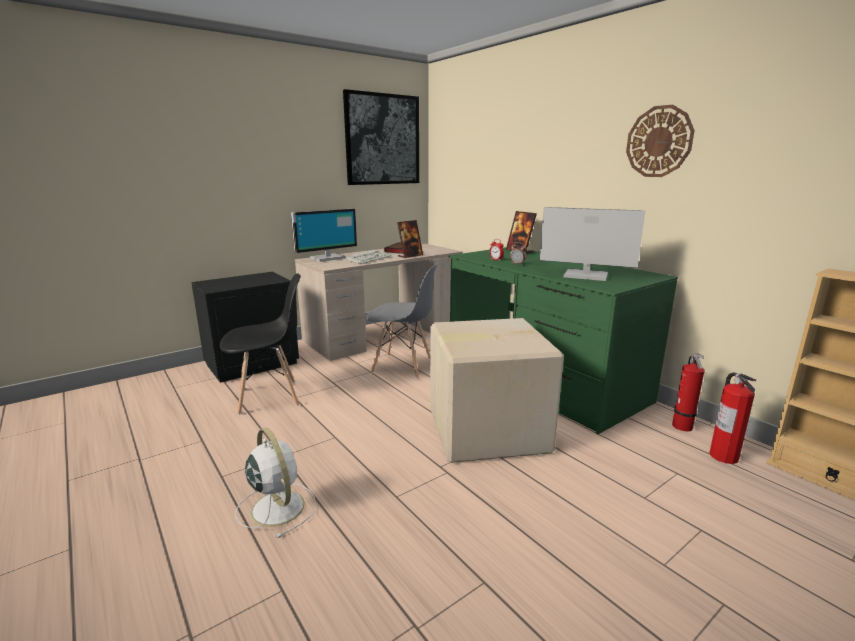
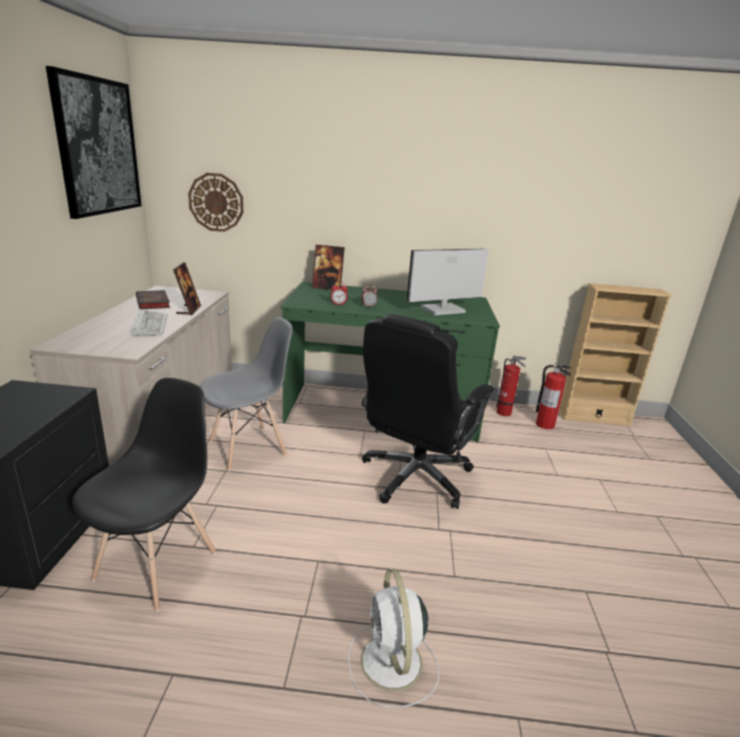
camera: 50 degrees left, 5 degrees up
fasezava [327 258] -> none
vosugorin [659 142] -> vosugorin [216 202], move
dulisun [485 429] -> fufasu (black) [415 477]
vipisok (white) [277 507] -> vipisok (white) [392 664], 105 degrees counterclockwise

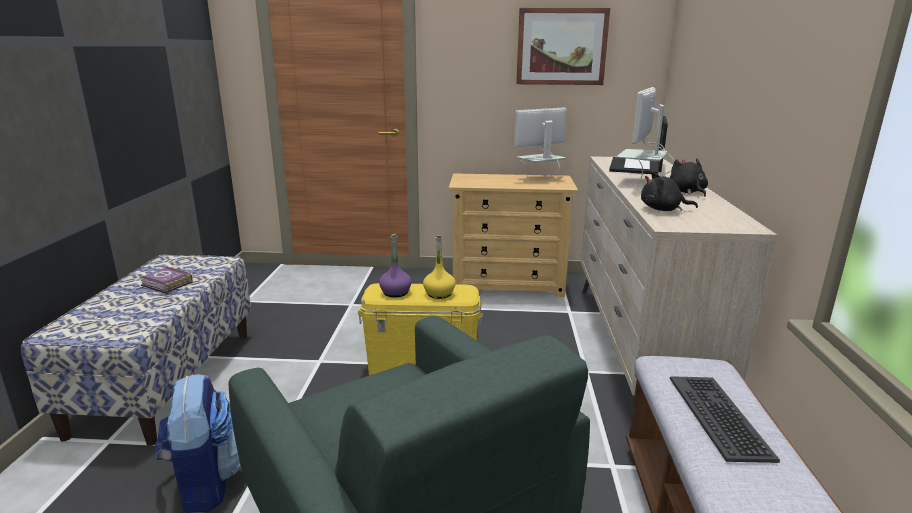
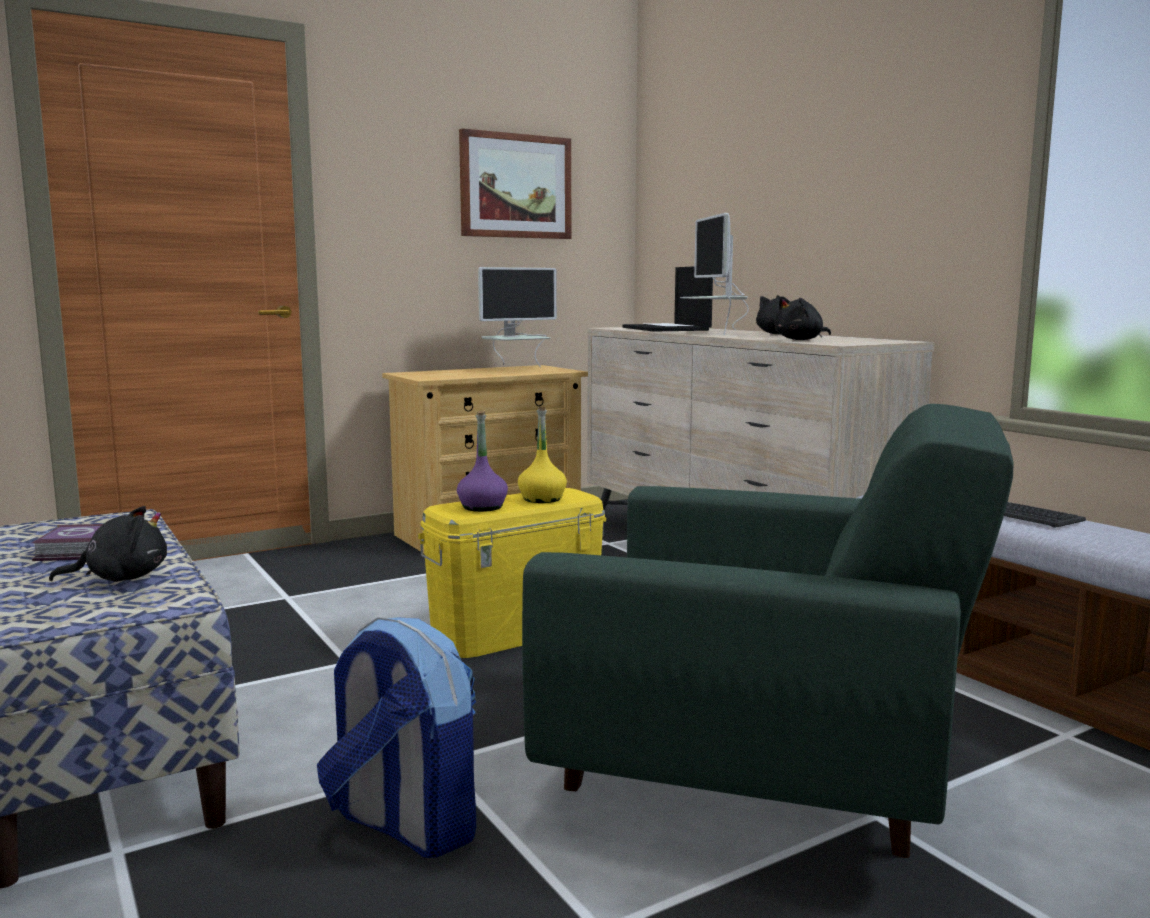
camera: 35 degrees left, 10 degrees down
none -> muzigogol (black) [121 578]
fasezava [540 179] -> fasezava [516 368], 150 degrees counterclockwise

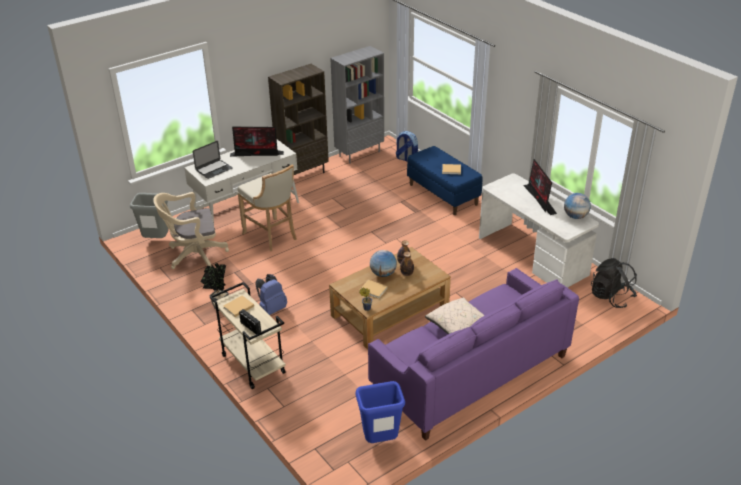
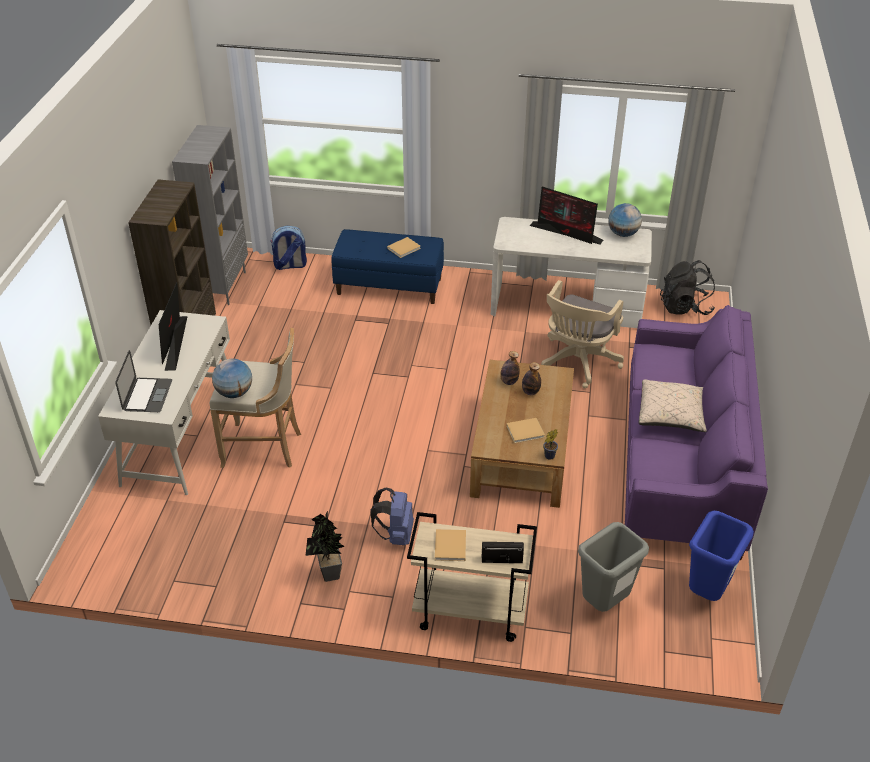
camera: 45 degrees left, 5 degrees up
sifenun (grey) [156 240] -> sifenun (grey) [604 604], move
fufasu (beige) [194 256] -> fufasu (beige) [577 363], move
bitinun [383 274] -> bitinun [234 393], move
fasezava [257 154] -> fasezava [175 343], 135 degrees clockwise

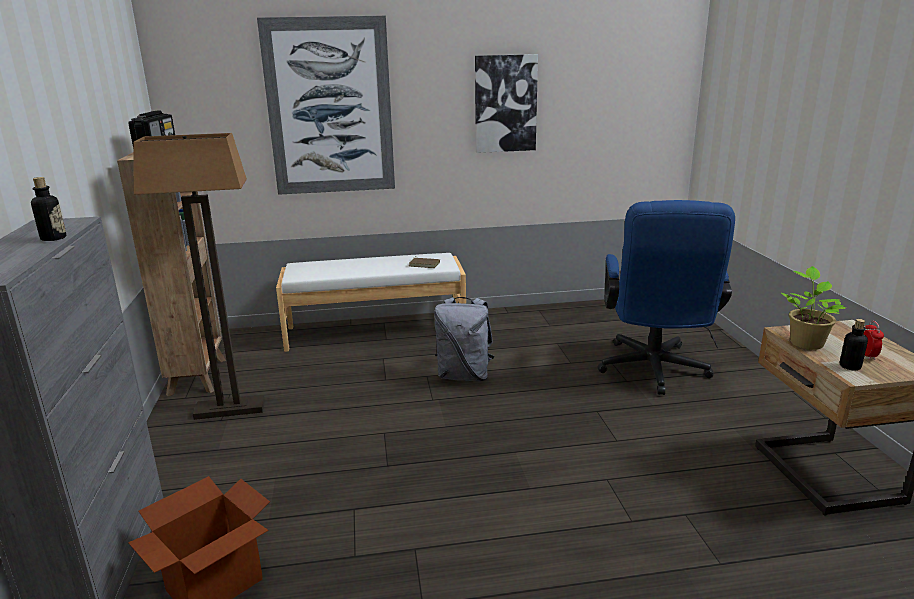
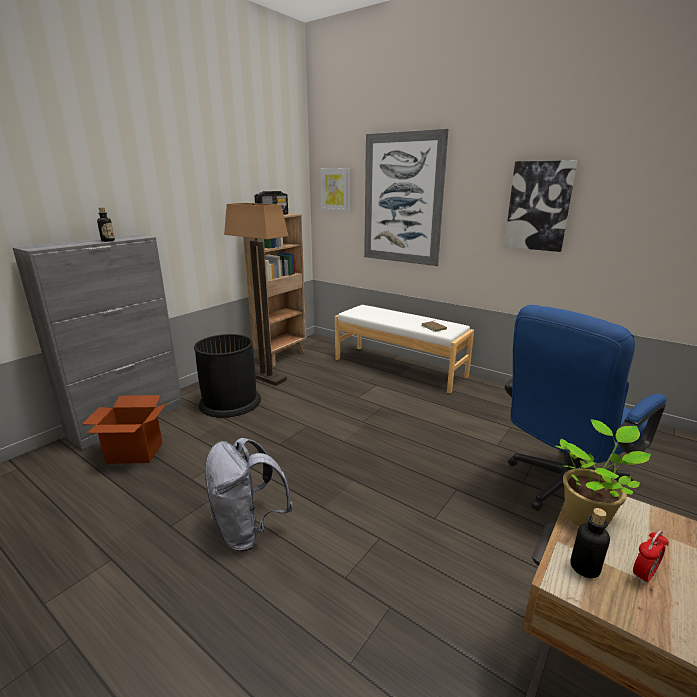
camera: 45 degrees right, 0 degrees up
none -> sifenun (black) [230 402]
none -> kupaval [335 189]
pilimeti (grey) [464 376] -> pilimeti (grey) [248 530], move

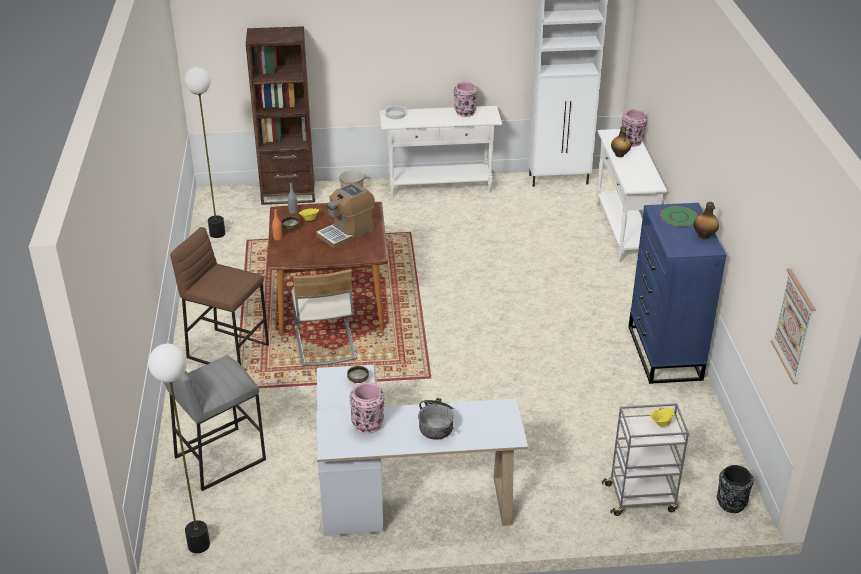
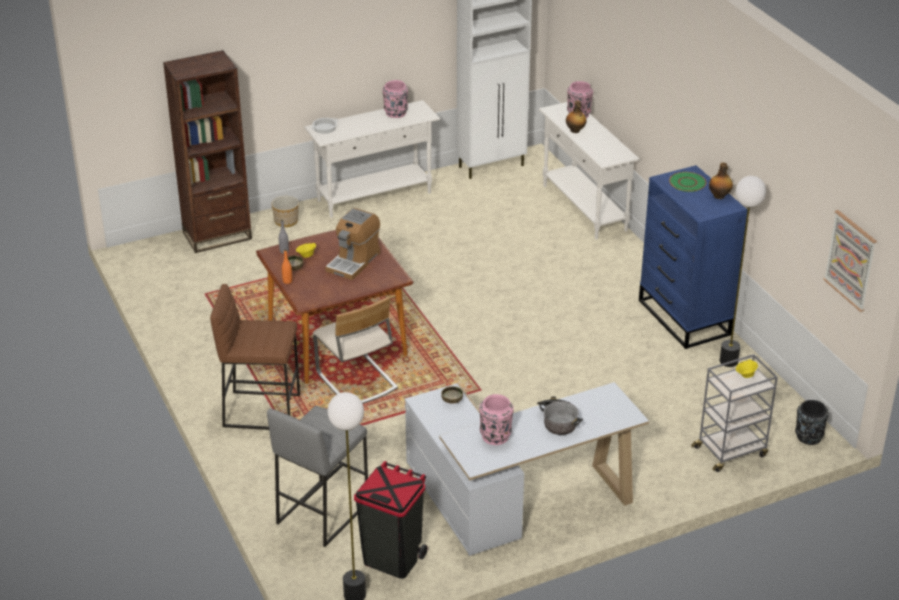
camera: 20 degrees left, 0 degrees up
none -> sifenun (black) [392 558]
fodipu [217 234] -> fodipu [729 361], move

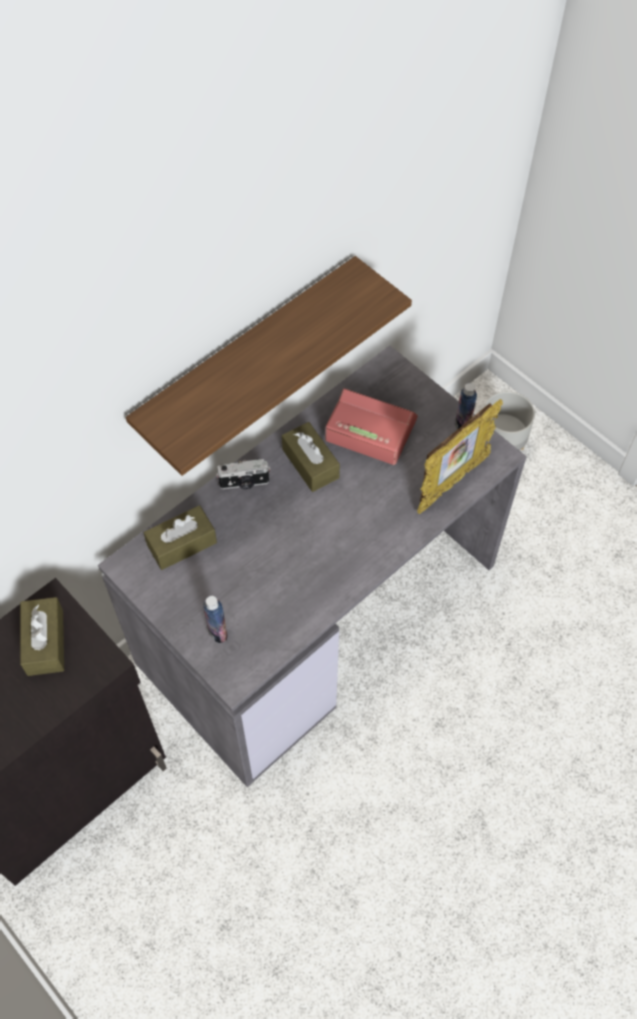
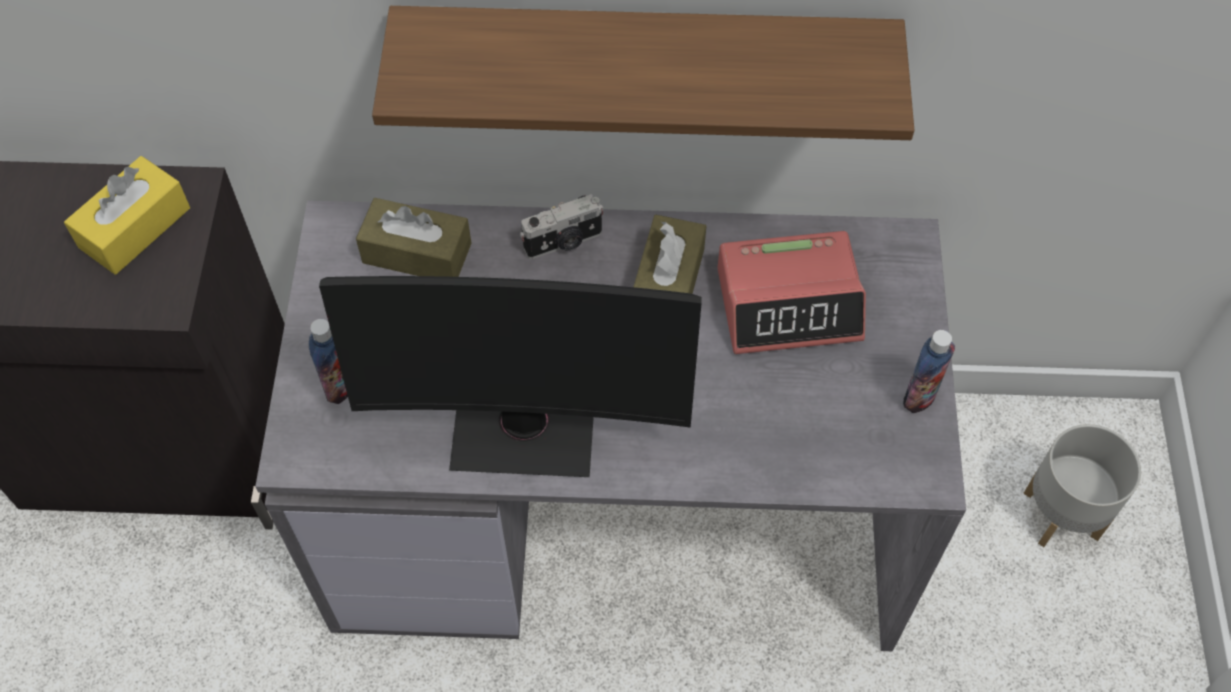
camera: 45 degrees right, 0 degrees up
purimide [452 483] -> none
none -> fasezava [525 426]
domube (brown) [45 642] -> domube (yellow) [135 228]
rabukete [244 483] -> rabukete [564 242], 60 degrees counterclockwise
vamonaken [370 430] -> vamonaken [789 303], 105 degrees clockwise

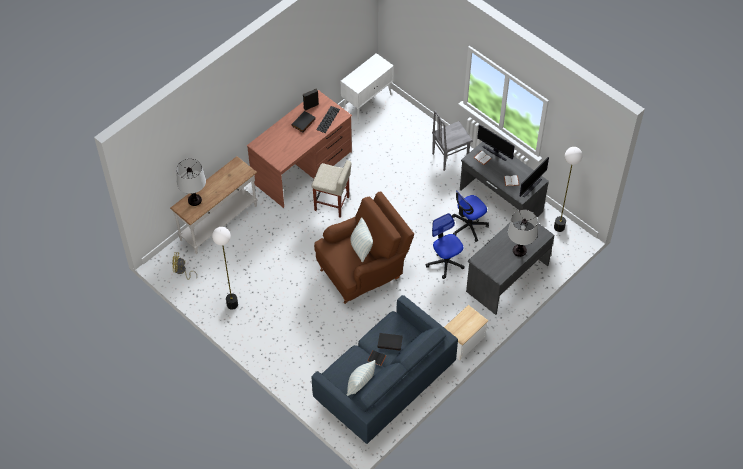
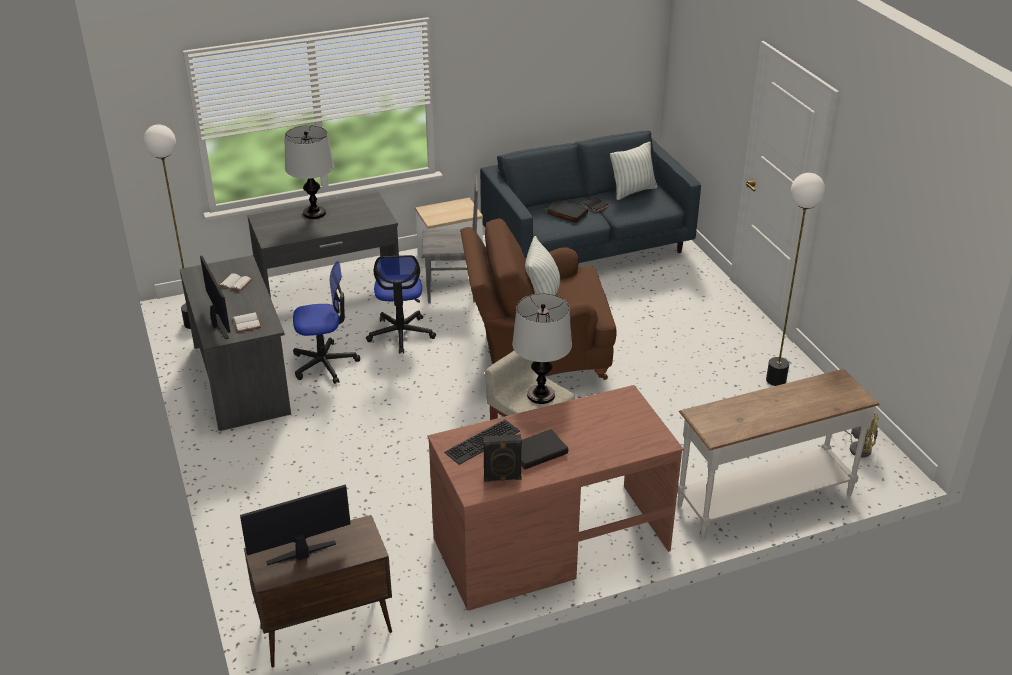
camera: 155 degrees left, 20 degrees down
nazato [195 200] -> nazato [540 395], move
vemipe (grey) [449 157] -> vemipe (grey) [452 292], move
fasezava [531 187] -> fasezava [302 554], move
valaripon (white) [367 102] -> valaripon (brown) [325 630]

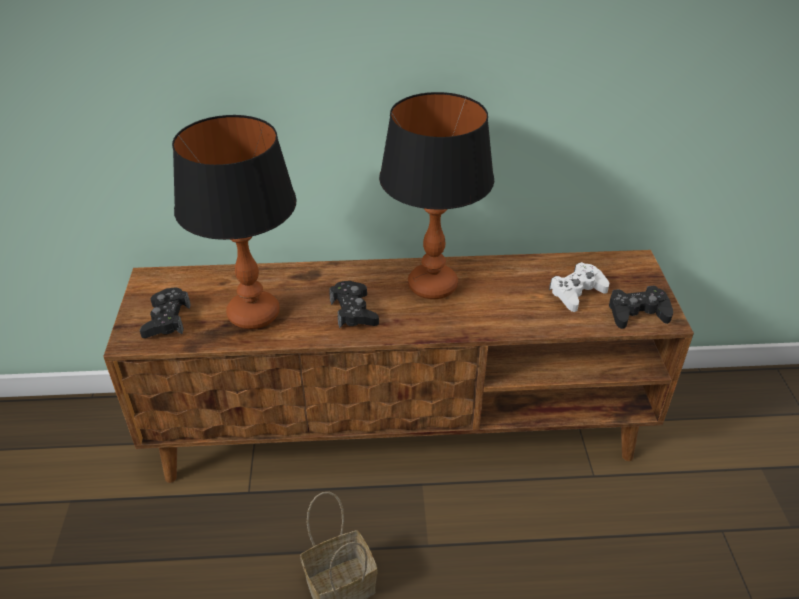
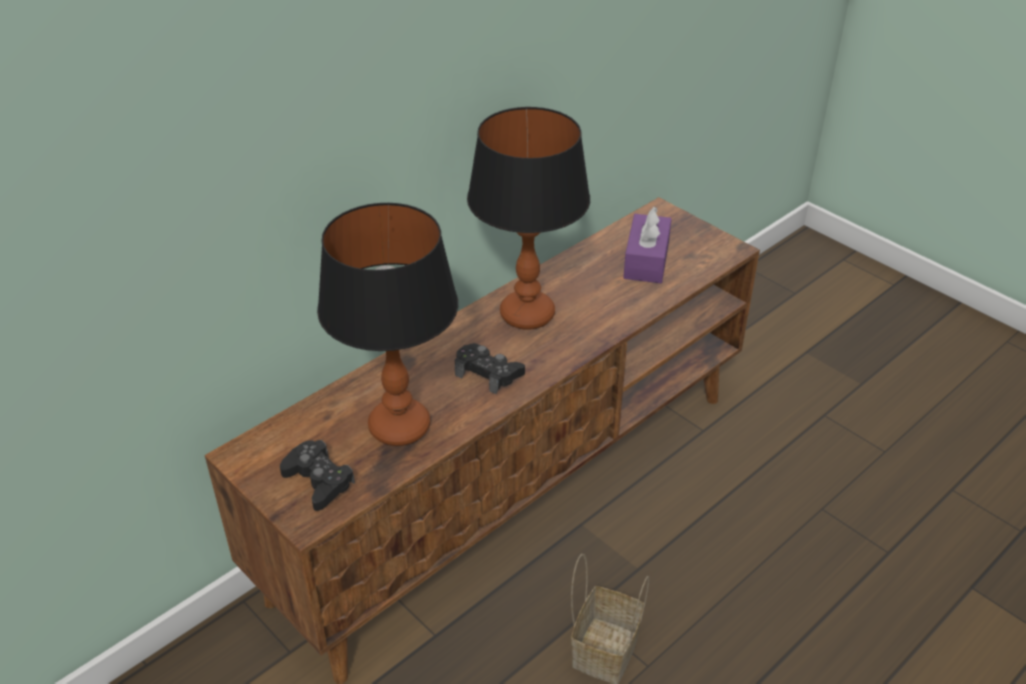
camera: 40 degrees left, 0 degrees up
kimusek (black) [637 313] -> none
kimusek (white) [577 292] -> domube (purple) [646 260]

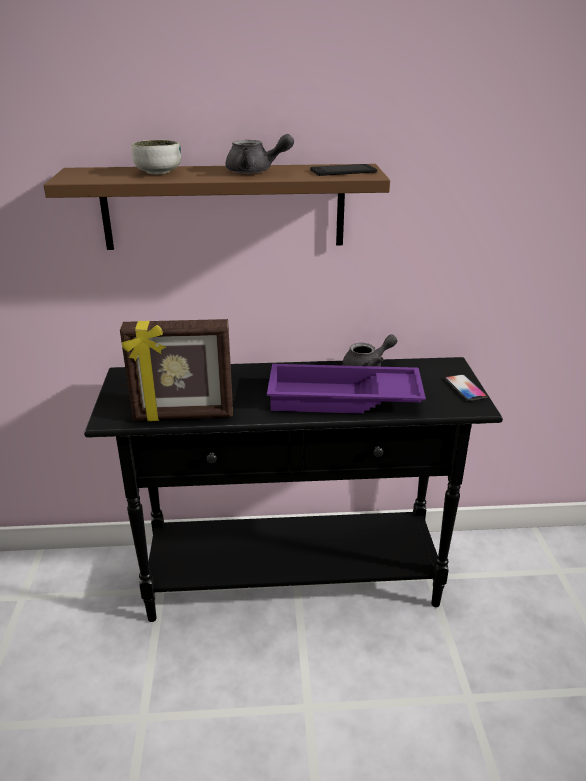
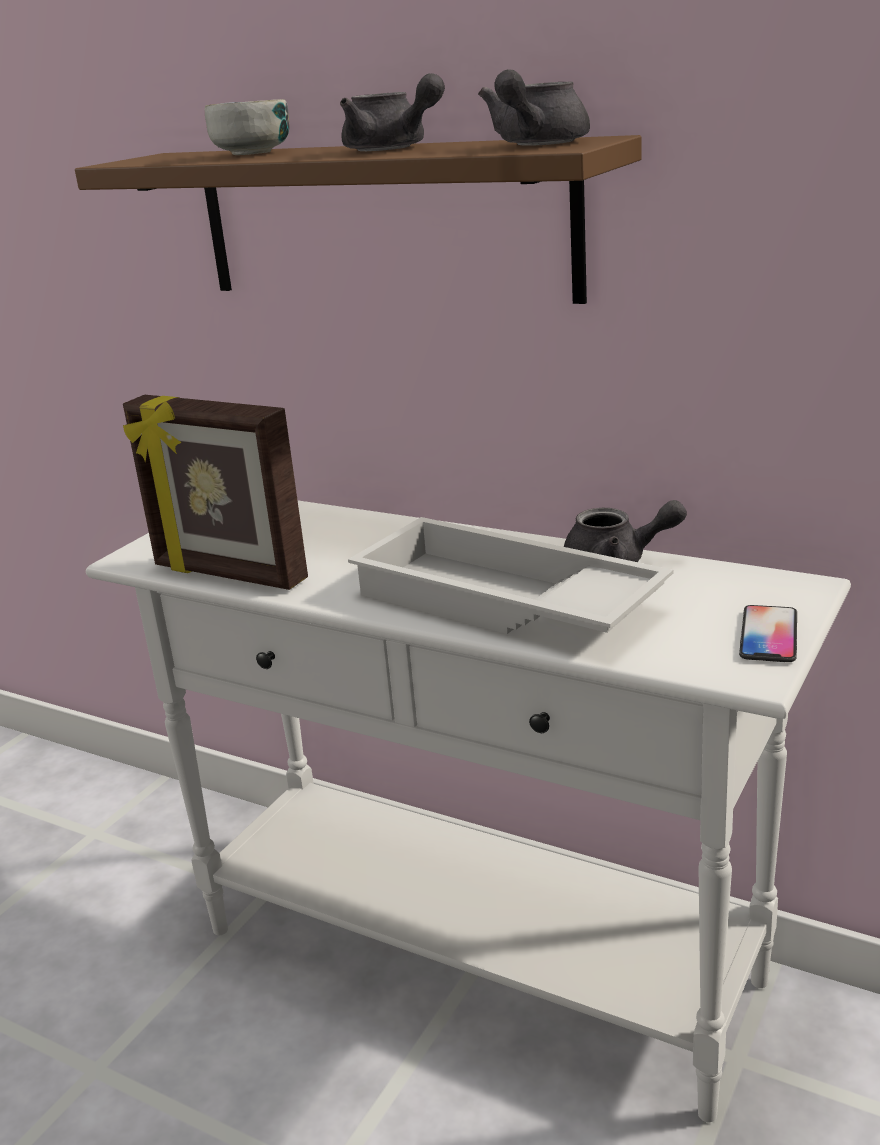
camera: 35 degrees right, 5 degrees down
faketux [343 171] -> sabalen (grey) [536 144]
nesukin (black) [294 579] -> nesukin (white) [476 958]
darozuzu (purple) [342 399] -> darozuzu (white) [501 603]

